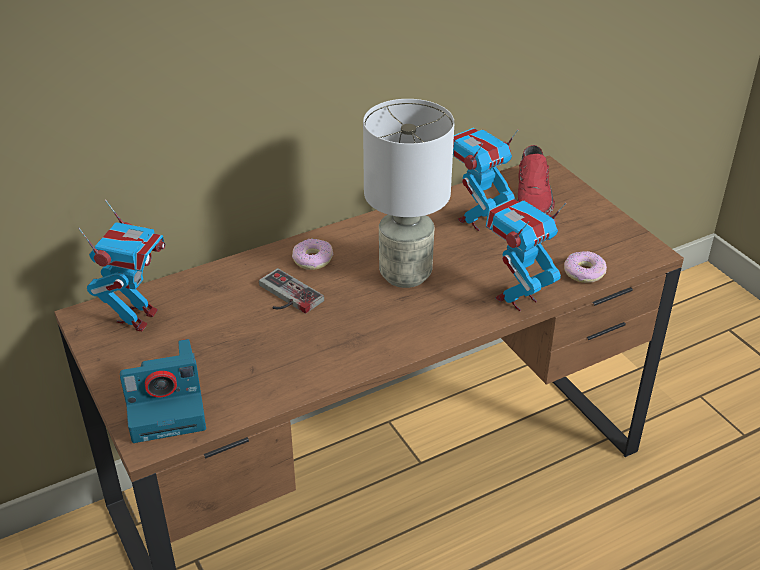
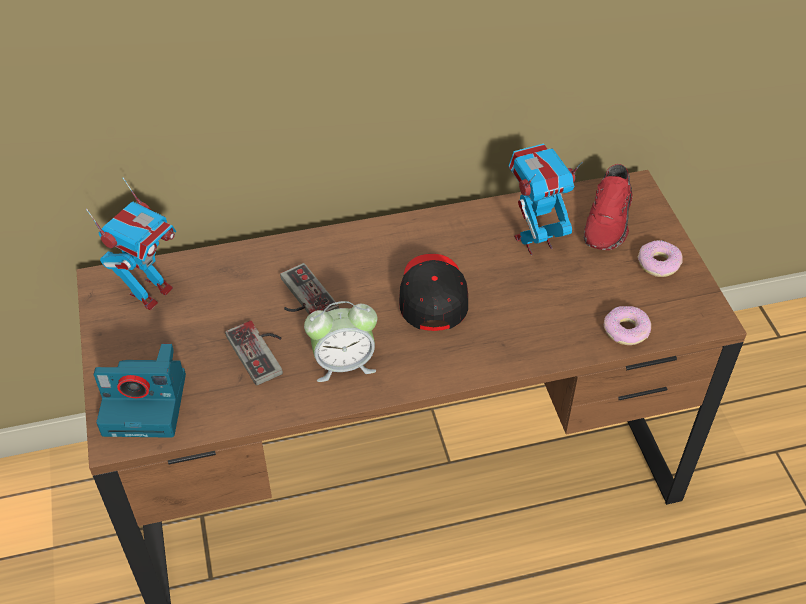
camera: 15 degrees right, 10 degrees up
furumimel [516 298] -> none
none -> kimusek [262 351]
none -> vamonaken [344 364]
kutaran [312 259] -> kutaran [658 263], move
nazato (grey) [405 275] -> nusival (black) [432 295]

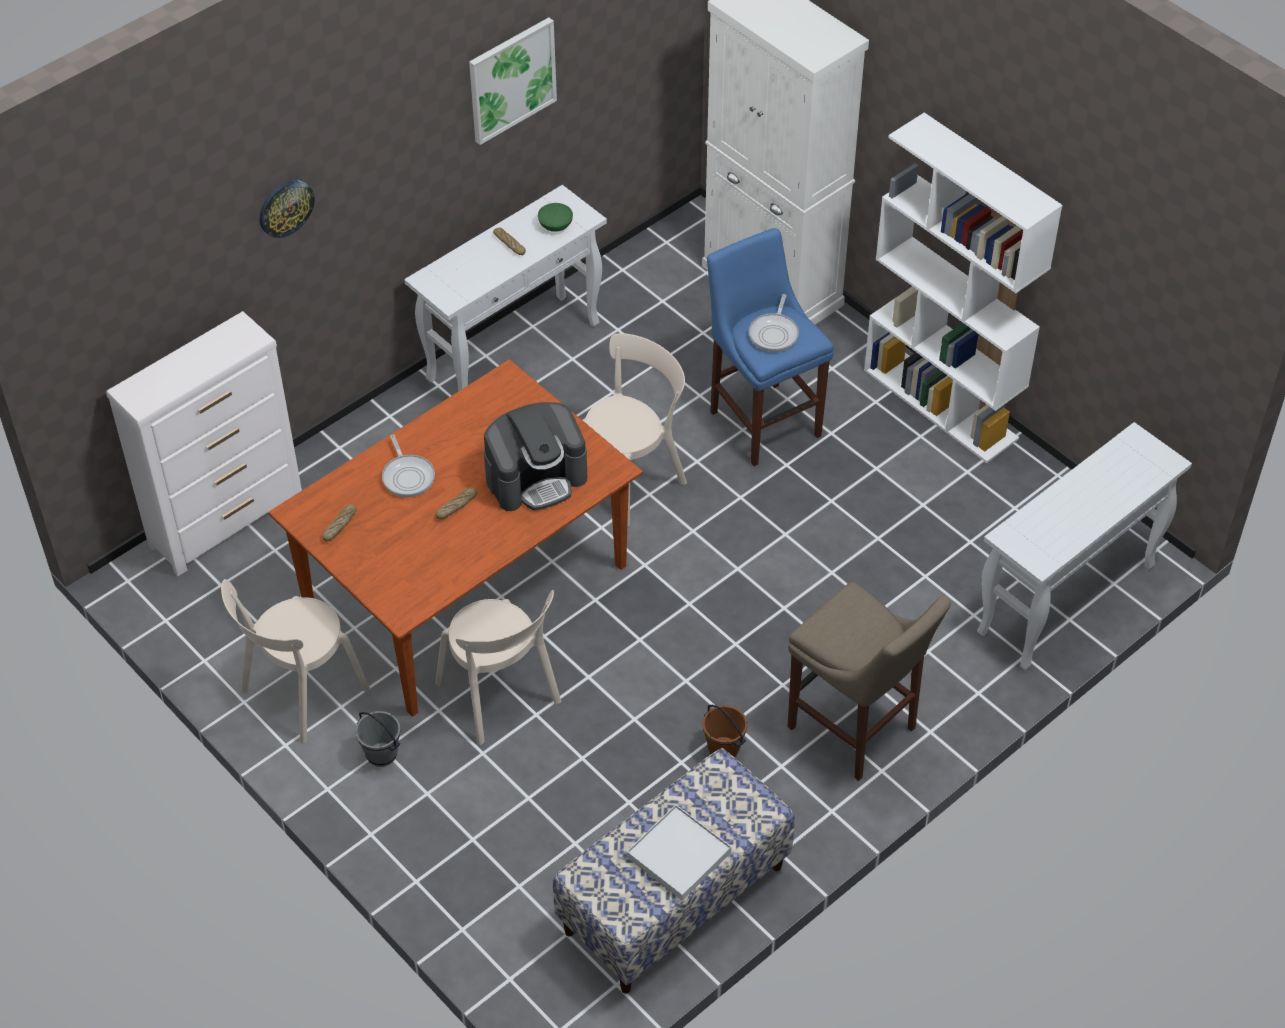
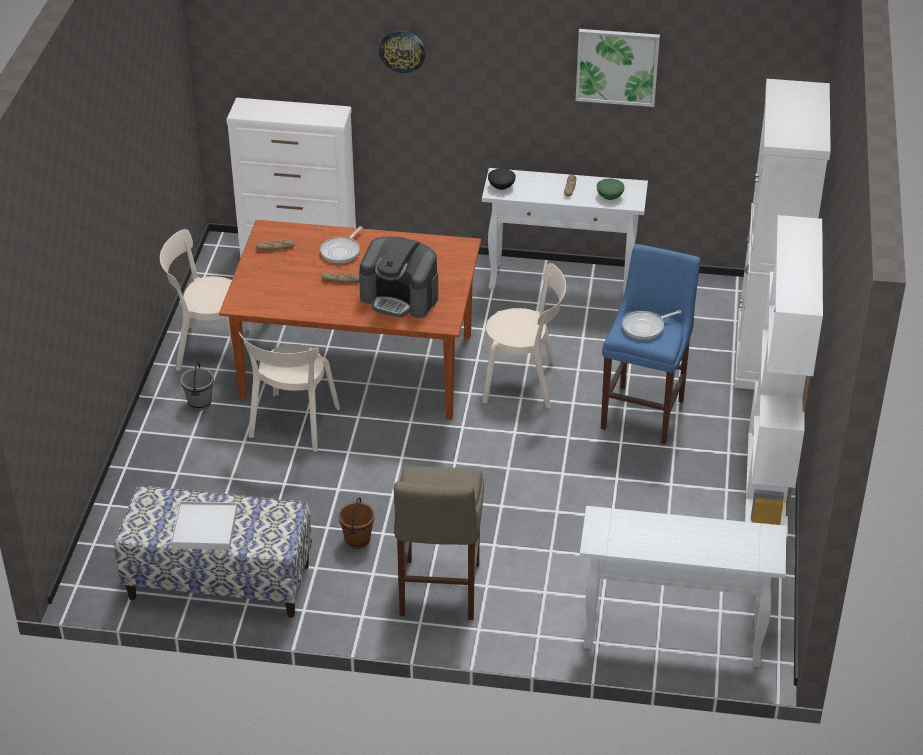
camera: 50 degrees right, 10 degrees down
none -> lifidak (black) [501 186]

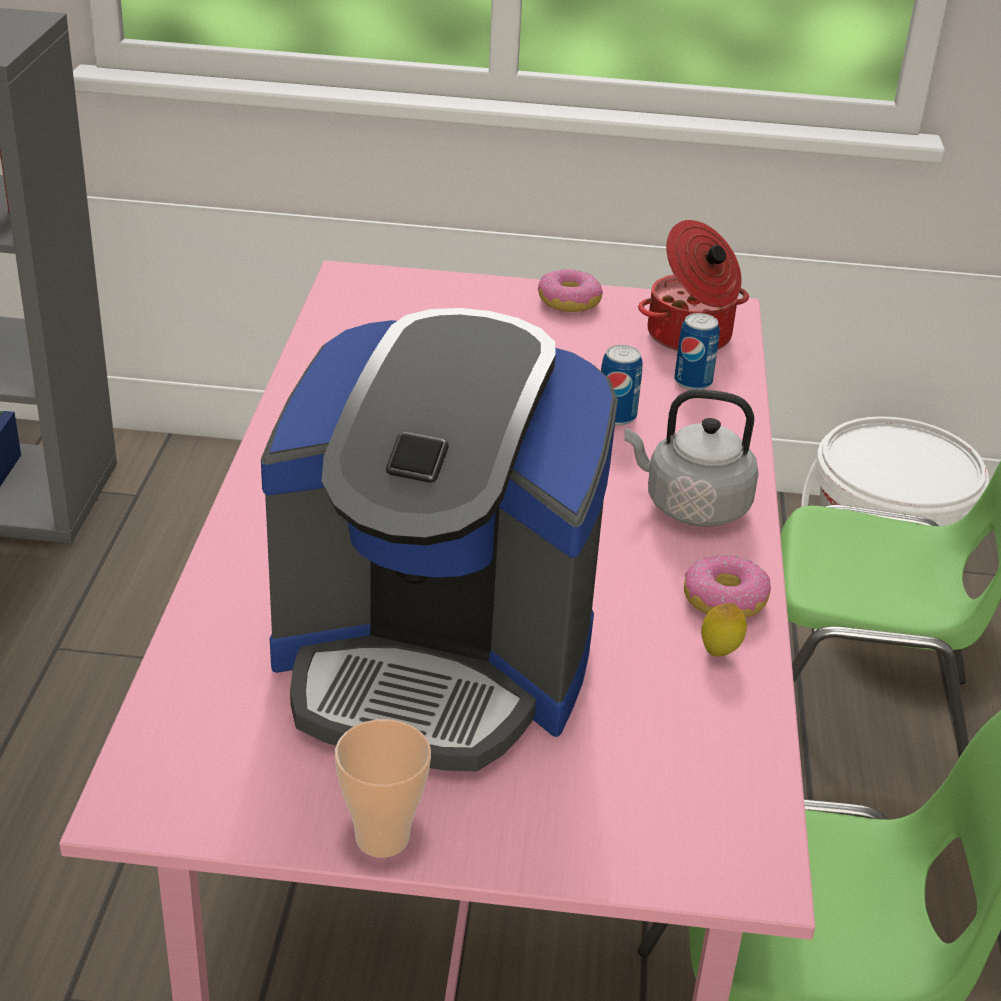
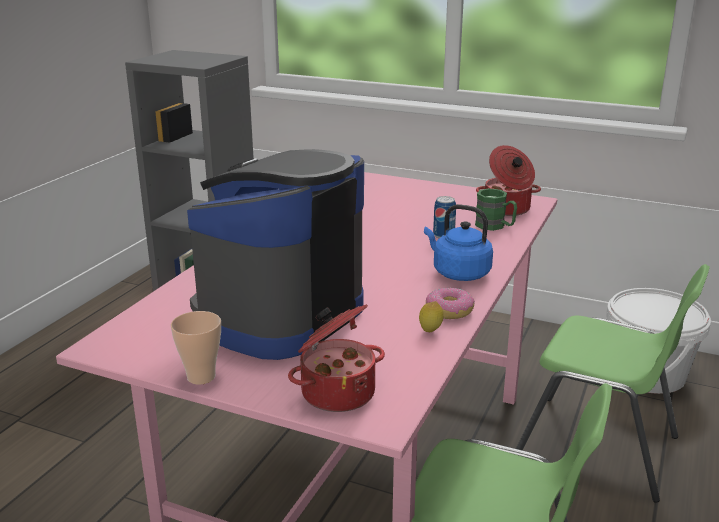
camera: 20 degrees right, 10 degrees down
kutaran [568 301] -> none
none -> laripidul [337 392]
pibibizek [693 382] -> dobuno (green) [495 226]
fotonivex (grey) [691 506] -> fotonivex (blue) [458 273]
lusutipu [435 661] -> lusutipu [279 315], 90 degrees clockwise

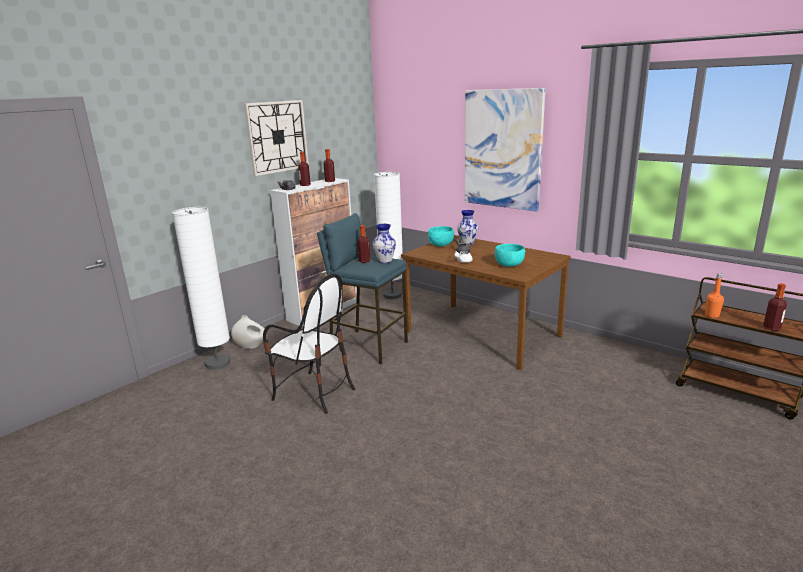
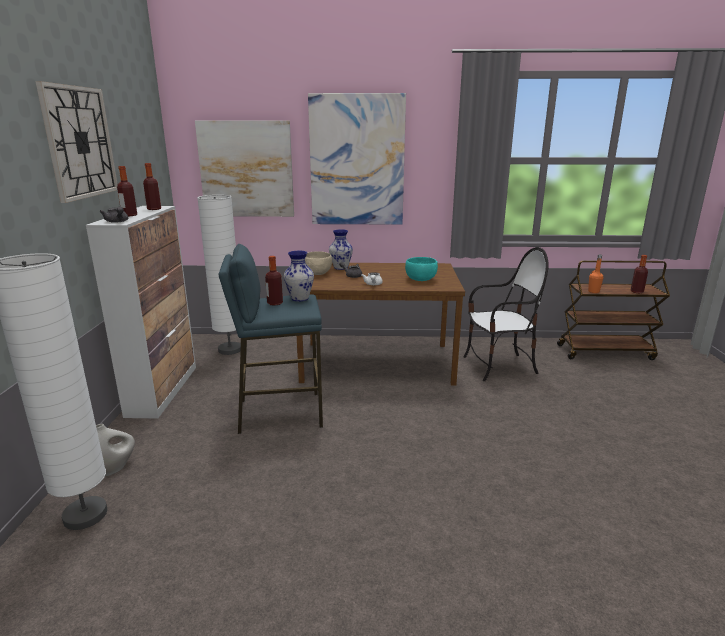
camera: 40 degrees left, 0 degrees up
none -> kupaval [246 169]
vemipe [314 393] -> vemipe [499 366], move
lifidak (turquoise) [441 244] -> lifidak (beige) [317 273]

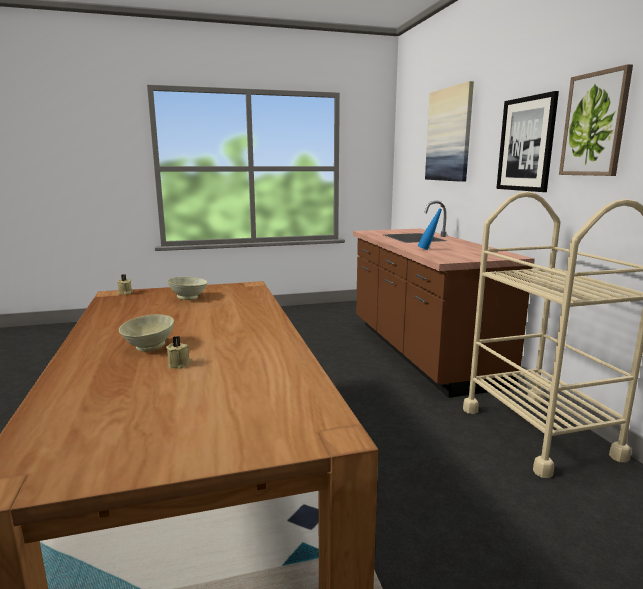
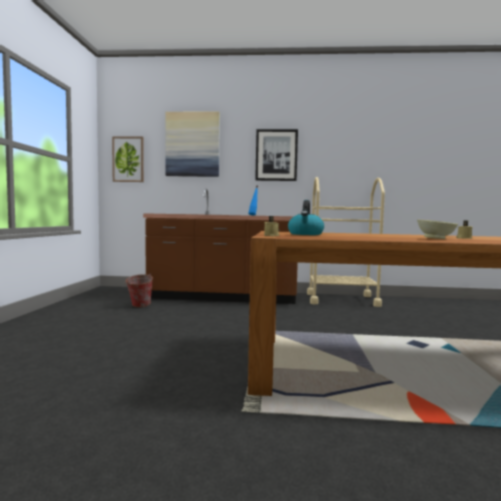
camera: 70 degrees left, 10 degrees down
none -> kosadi [139 306]
kupaval [595 124] -> kupaval [128 159], move
lifidak (beige) [189 298] -> fotonivex [305 234]

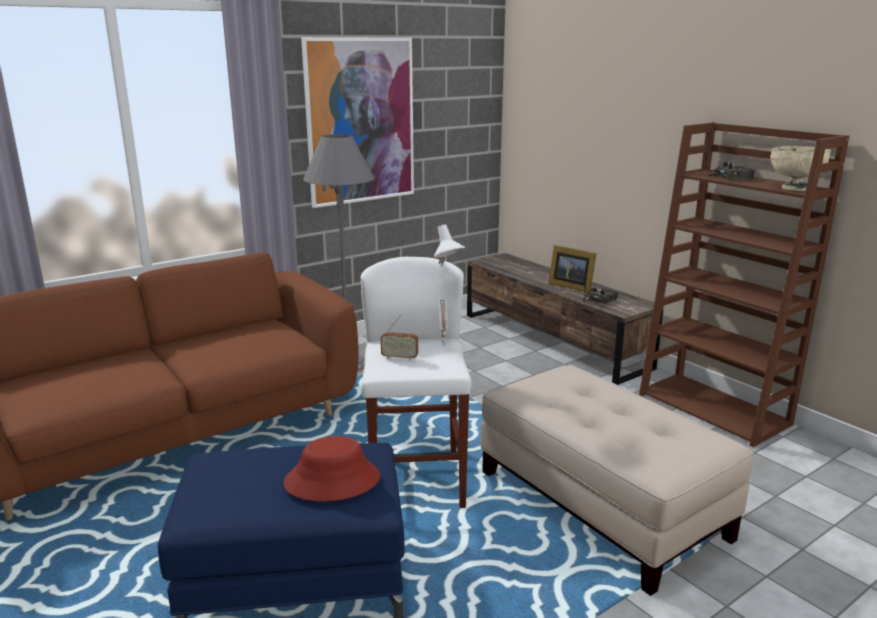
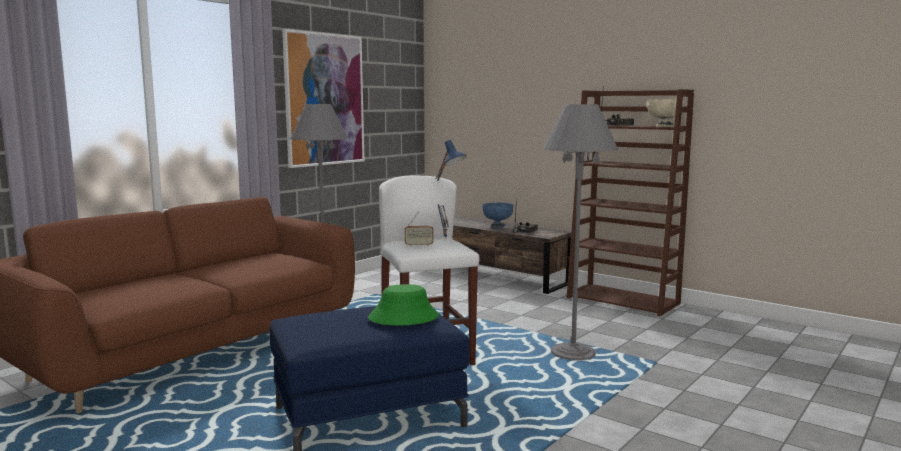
camera: 15 degrees left, 10 degrees down
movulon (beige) [602 504] -> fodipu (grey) [573 353]
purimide [570 286] -> lifidak (blue) [497 226]
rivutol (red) [332 480] -> rivutol (green) [403 317]
nazato (white) [446 344] -> nazato (blue) [447 239]

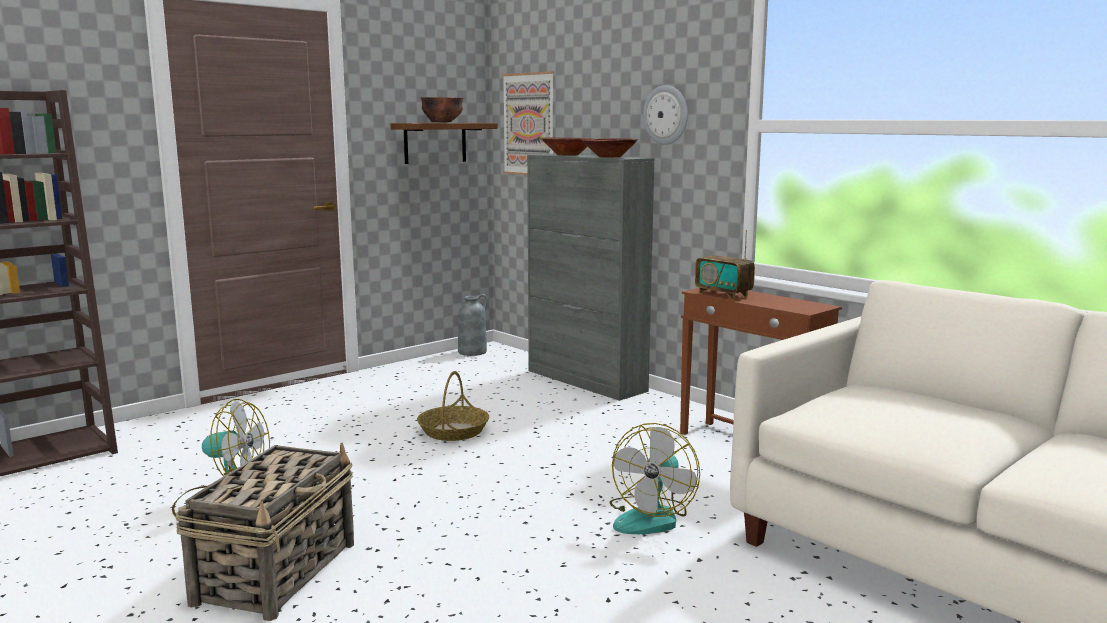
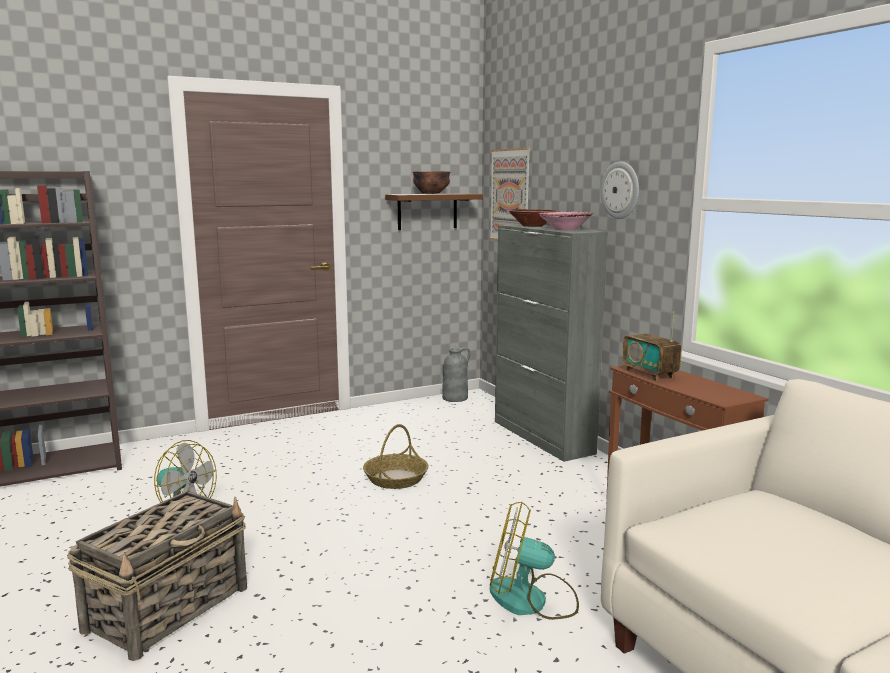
camera: 15 degrees right, 0 degrees up
lifidak (brown) [609 157] -> lifidak (pink) [565 230]
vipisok [651 517] -> vipisok [531 600], 60 degrees clockwise

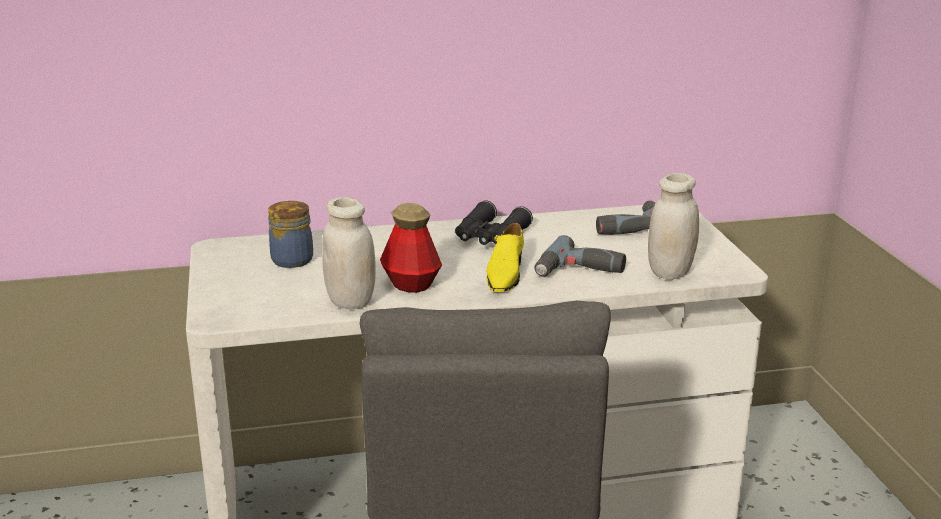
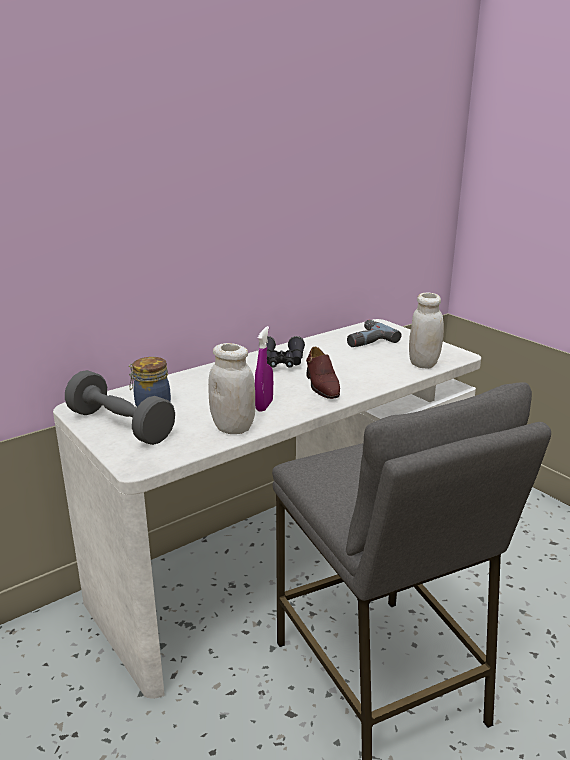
camera: 25 degrees left, 0 degrees up
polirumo [579 272] -> none
none -> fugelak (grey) [121 426]
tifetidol [411 284] -> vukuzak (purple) [264 406]
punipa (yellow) [505 275] -> punipa (brown) [321 386]

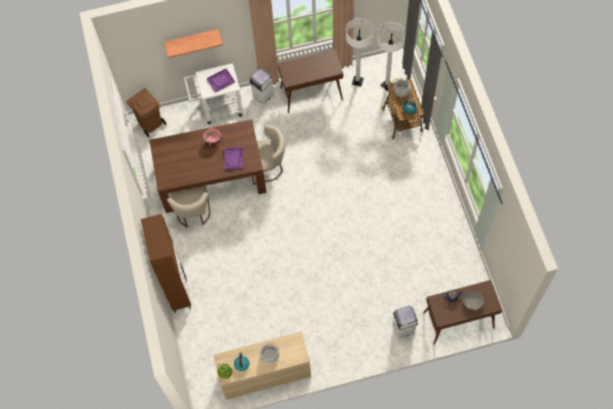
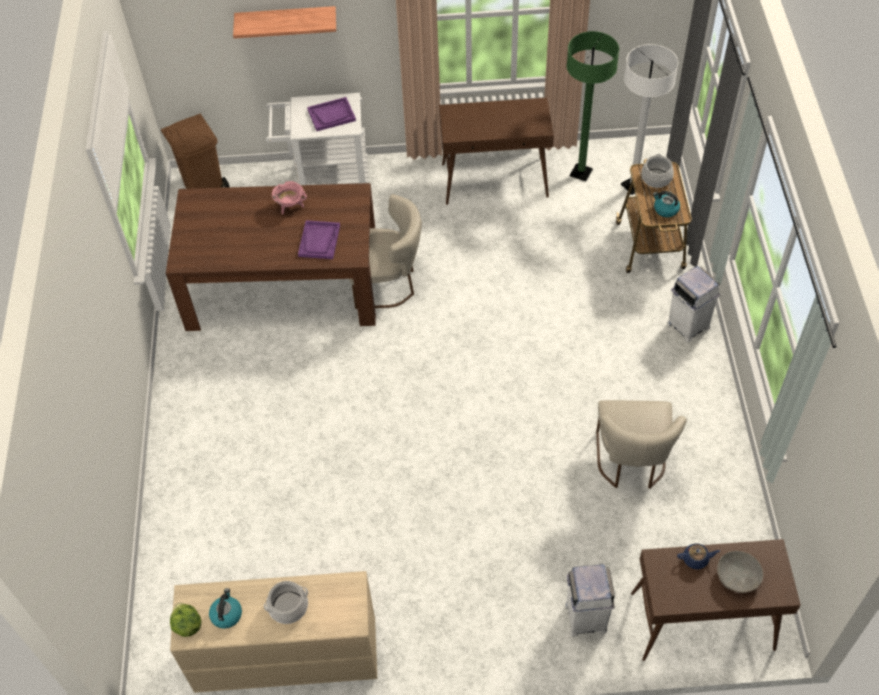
camera: 10 degrees right, 10 degrees down
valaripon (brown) [179 292] -> none
vemipe (beige) [193 213] -> vemipe (beige) [631 463], move
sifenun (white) [263 96] -> sifenun (white) [687 325], move
fodipu (white) [357 81] -> fodipu (green) [581 173]

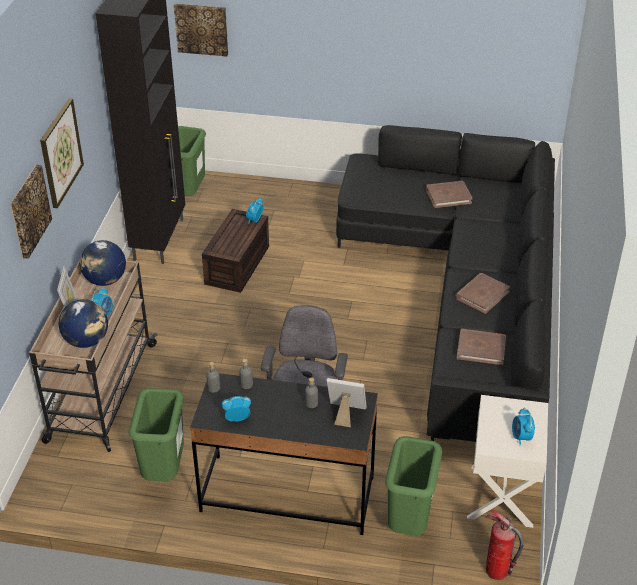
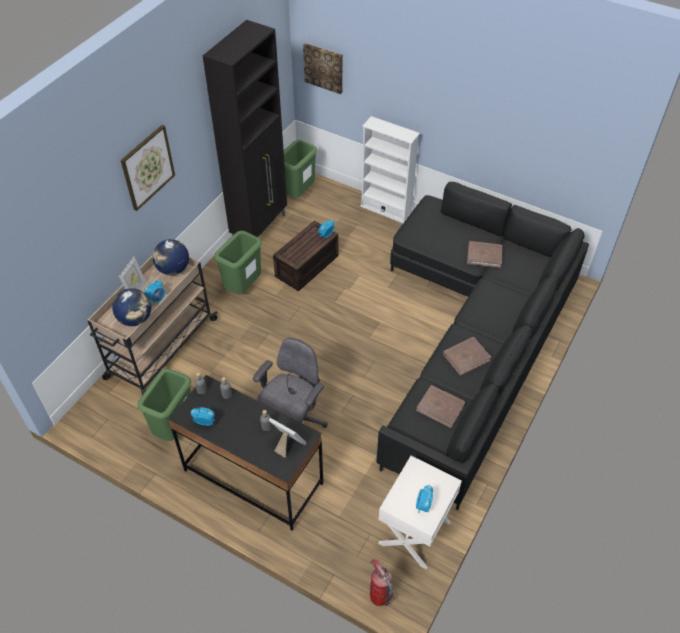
camera: 20 degrees right, 10 degrees up
kupaval [29 211] -> none
none -> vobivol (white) [386 210]
sifenun (green) [408 522] -> sifenun (green) [243 287], move

